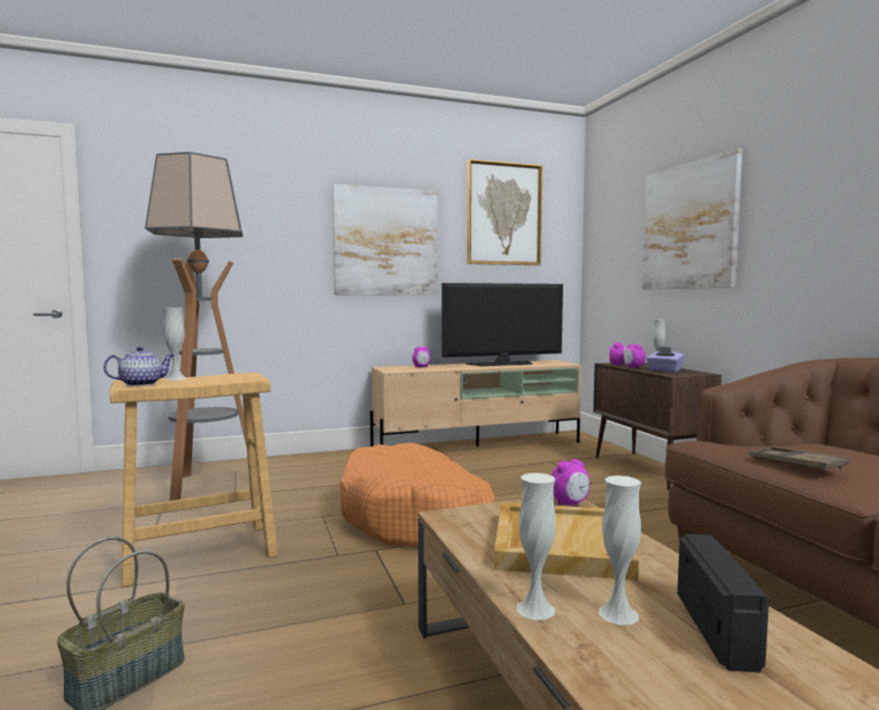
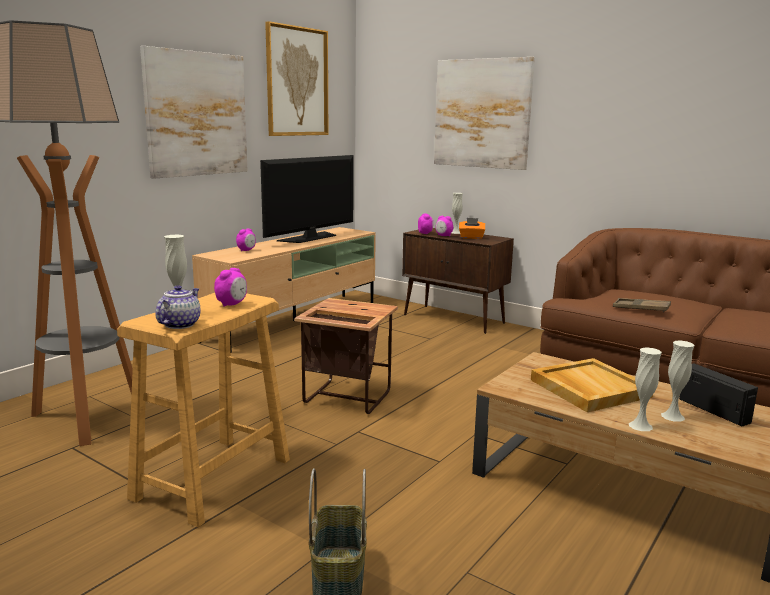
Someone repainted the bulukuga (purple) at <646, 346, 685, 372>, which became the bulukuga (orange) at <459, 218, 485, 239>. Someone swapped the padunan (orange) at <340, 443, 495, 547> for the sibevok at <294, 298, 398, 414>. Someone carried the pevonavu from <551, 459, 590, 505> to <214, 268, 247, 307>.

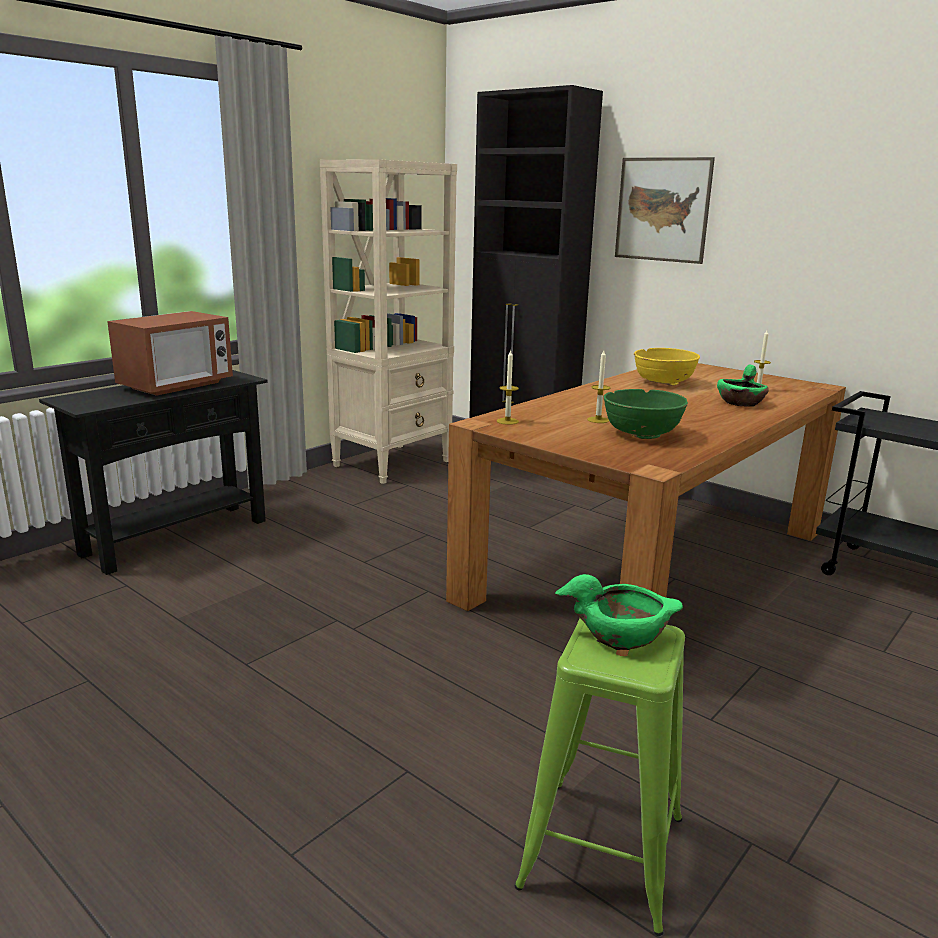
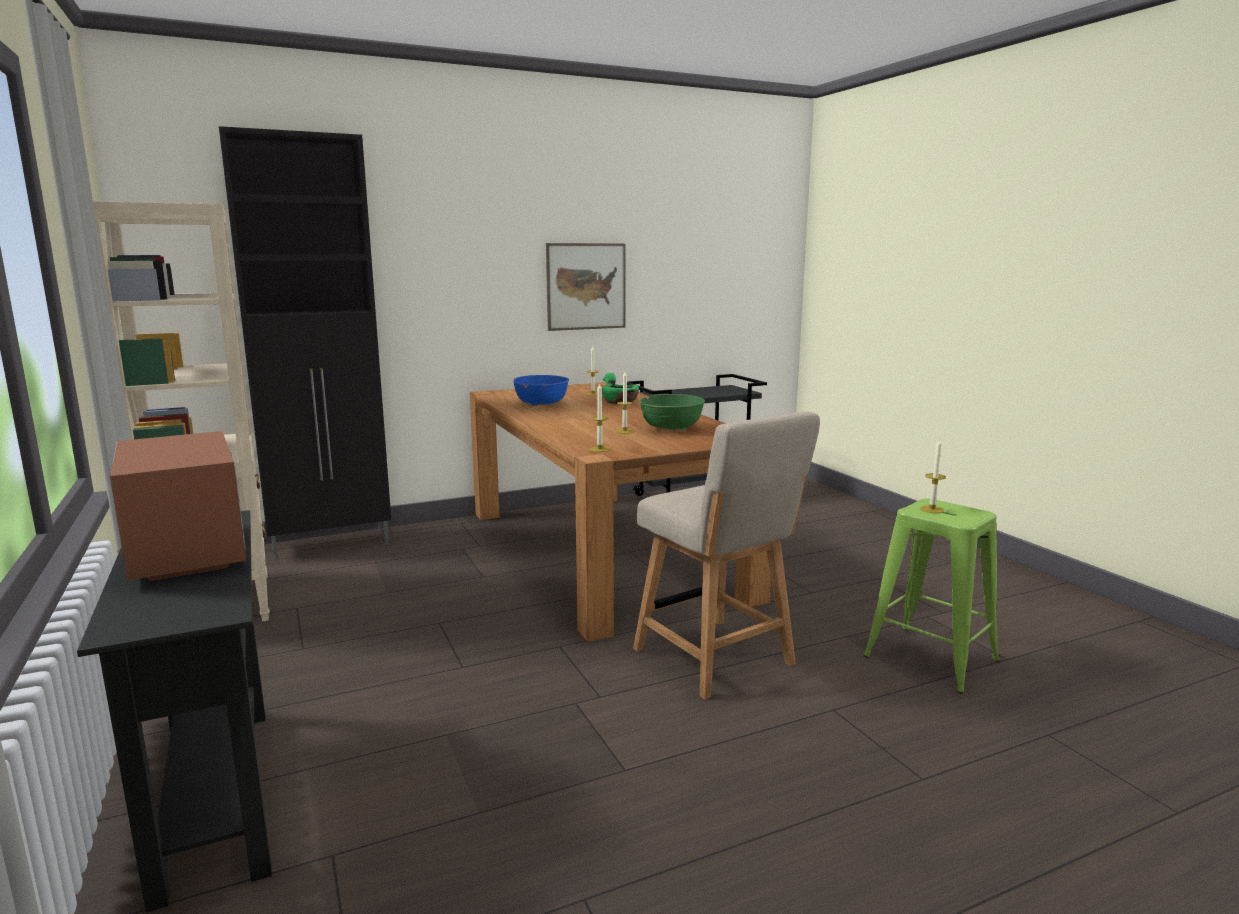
Someone carried the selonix from <615, 157, 715, 264> to <546, 243, 626, 331>. Someone repainted the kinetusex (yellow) at <634, 348, 700, 386>, which became the kinetusex (blue) at <513, 375, 569, 406>. Someone swapped the kinetusex (green) at <555, 574, 683, 650> for the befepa at <920, 438, 946, 513>. Someone put down the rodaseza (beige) at <633, 411, 820, 700>.

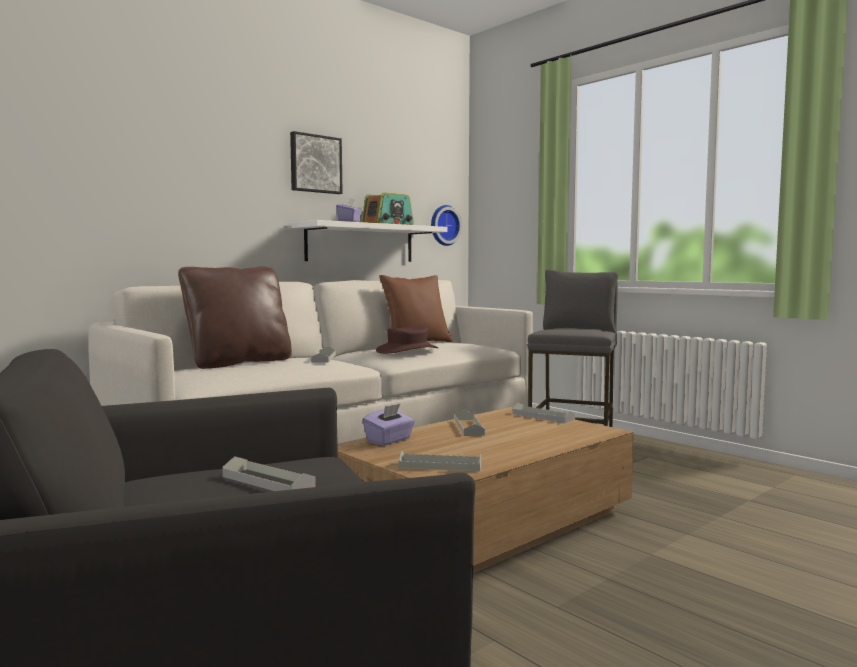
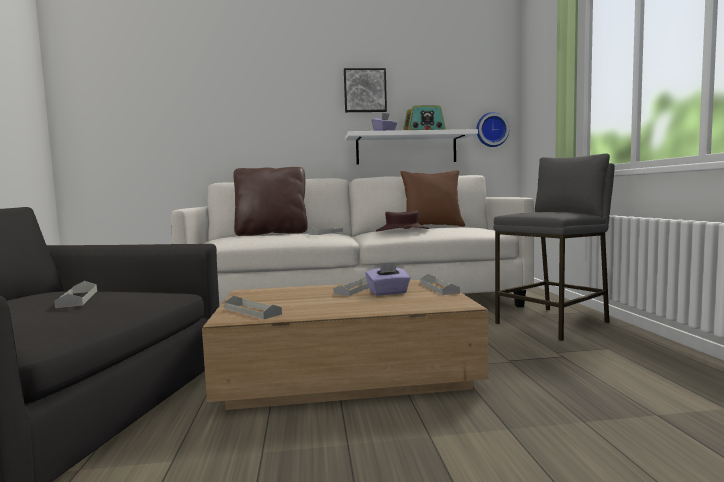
Someone carried the bulukuga (purple) from <363, 404, 415, 446> to <366, 262, 411, 296>.

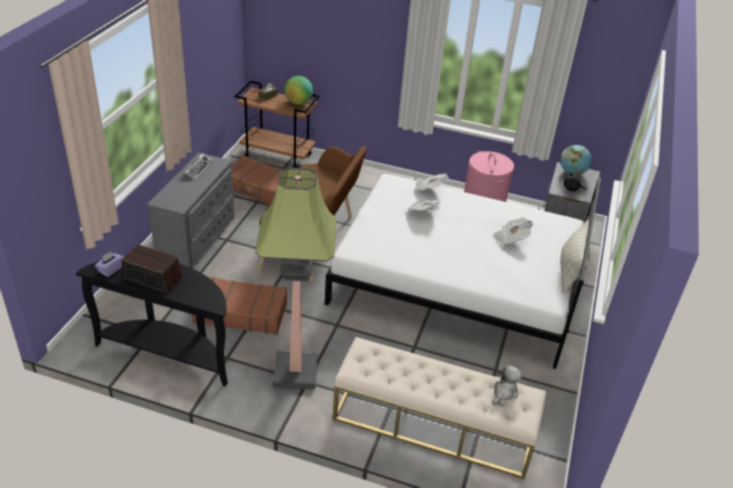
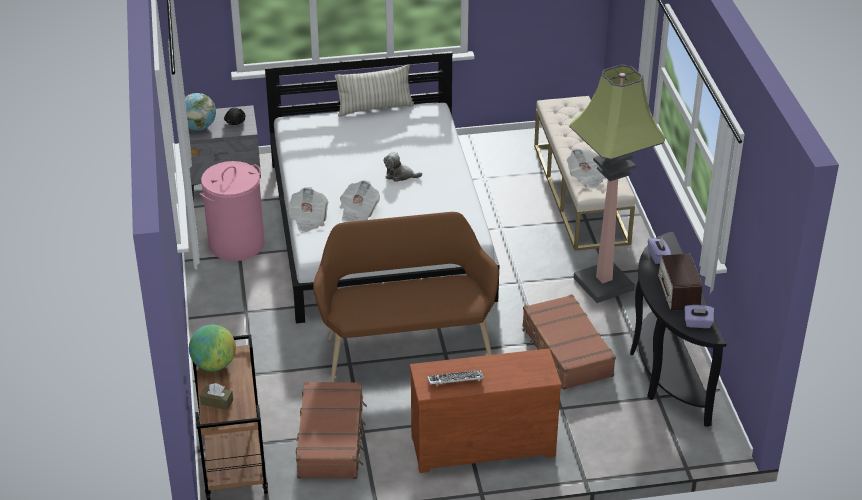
Someone repainted the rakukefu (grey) at <147, 153, 234, 268>, which became the rakukefu (brown) at <410, 349, 562, 473>. Someone carried the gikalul from <493, 218, 534, 246> to <567, 148, 606, 190>. Someone carried the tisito from <492, 365, 522, 405> to <384, 151, 422, 182>. Someone put down the bulukuga (purple) at <648, 238, 671, 264>.

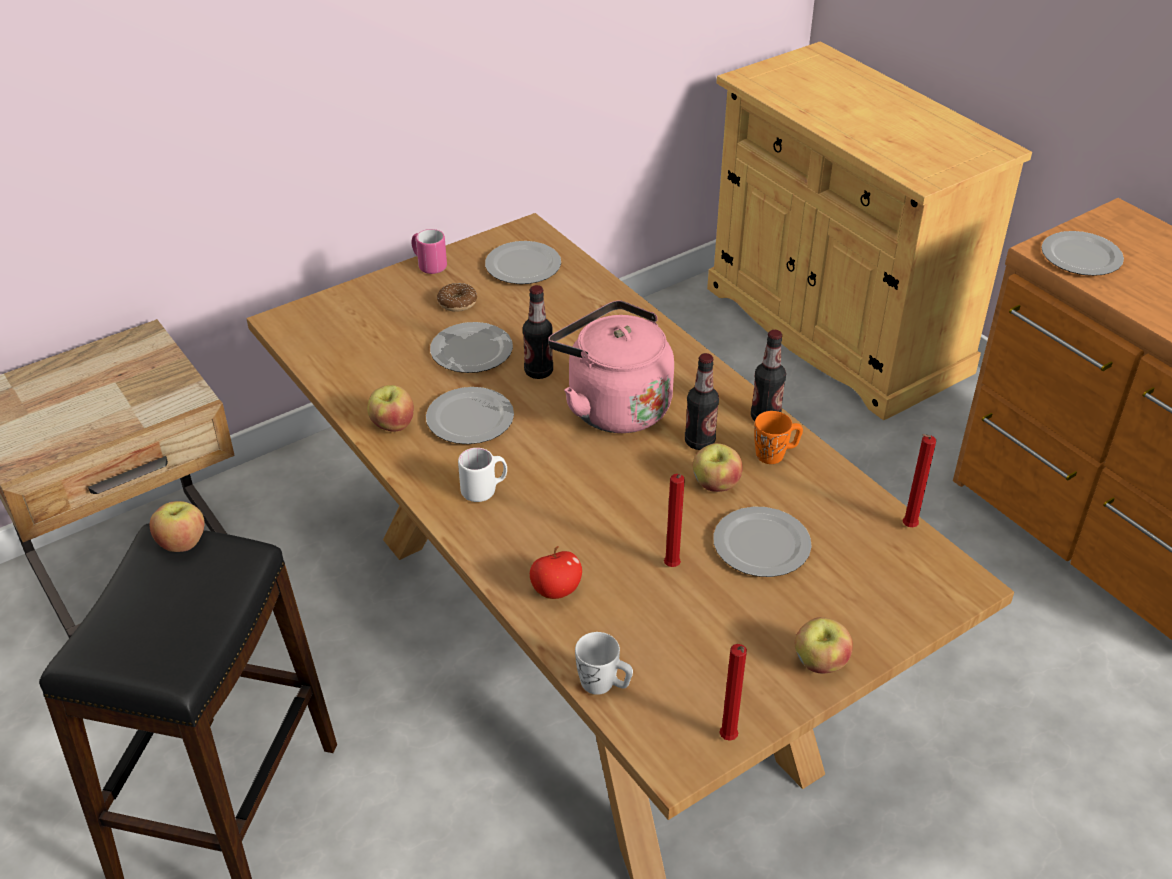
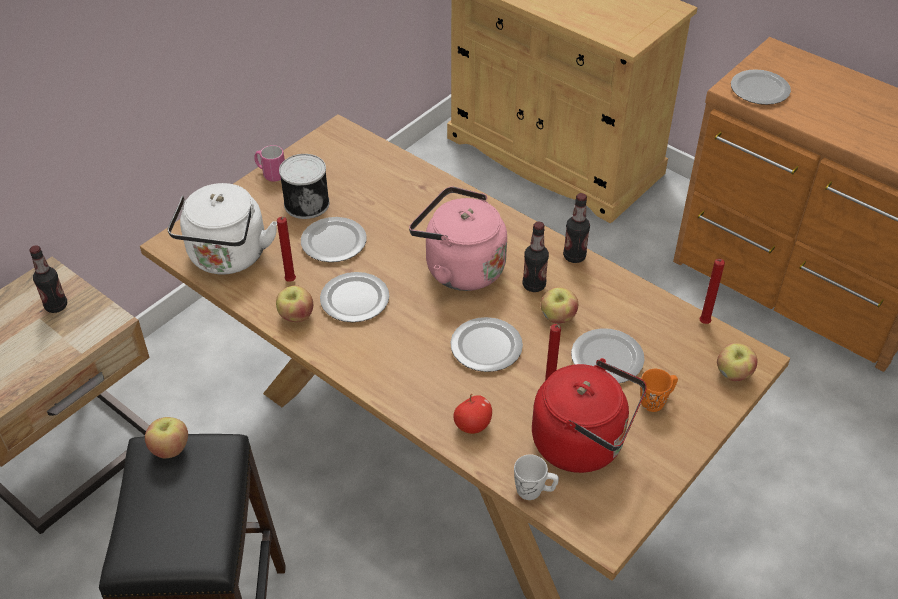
Someone carried the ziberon from <485, 241, 561, 284> to <450, 317, 523, 372>. Someone swapped the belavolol at <437, 283, 477, 312> for the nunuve at <279, 154, 330, 219>. Someone carried the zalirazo from <523, 285, 553, 379> to <29, 245, 67, 313>. Someone carried the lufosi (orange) from <754, 411, 803, 464> to <640, 369, 678, 412>. Someone took away the lufosi (white) at <458, 448, 507, 502>. Someone carried the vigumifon from <795, 617, 853, 674> to <717, 343, 757, 381>. Someone carried the befepa (red) from <719, 644, 747, 741> to <277, 217, 296, 282>. Someone put down the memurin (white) at <167, 183, 277, 274>. Someone put down the memurin (red) at <532, 358, 647, 473>.

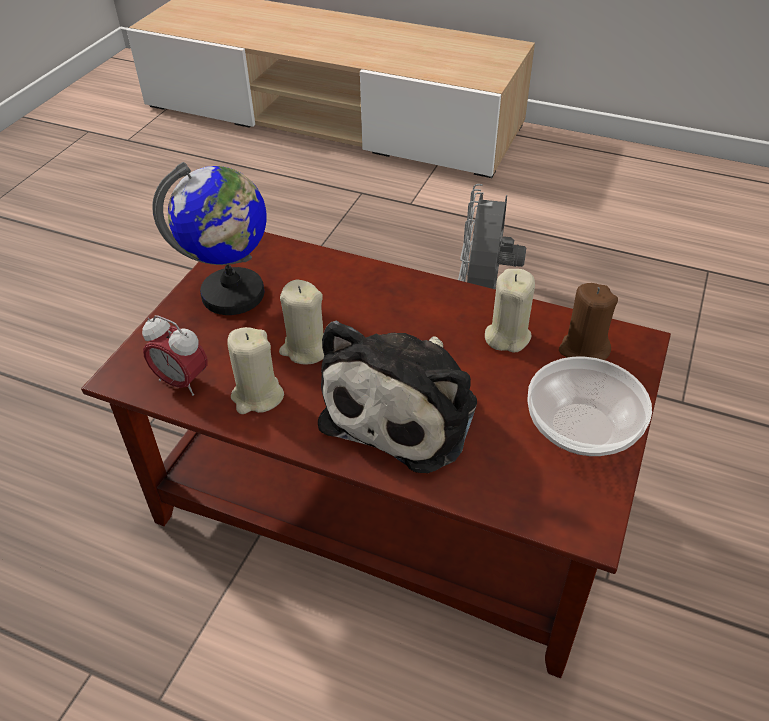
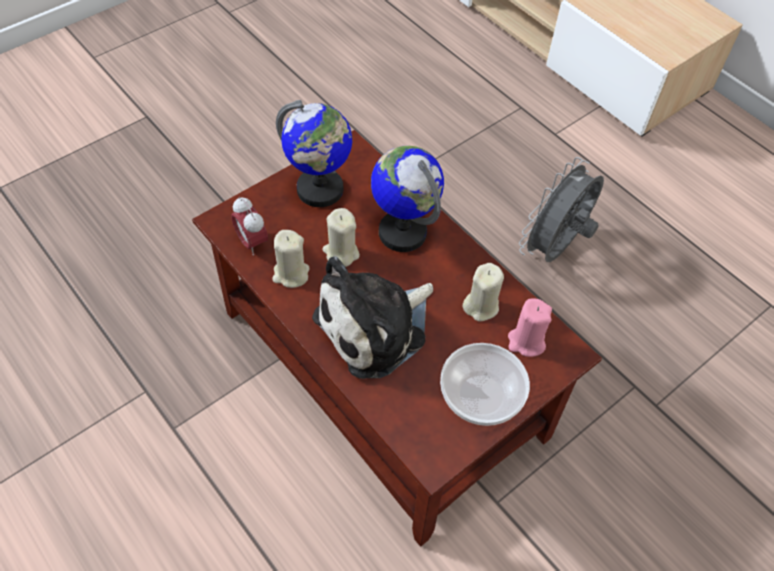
Someone repainted the befepa (brown) at <559, 283, 618, 360>, which became the befepa (pink) at <508, 299, 552, 357>. Someone put down the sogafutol at <371, 146, 444, 252>.

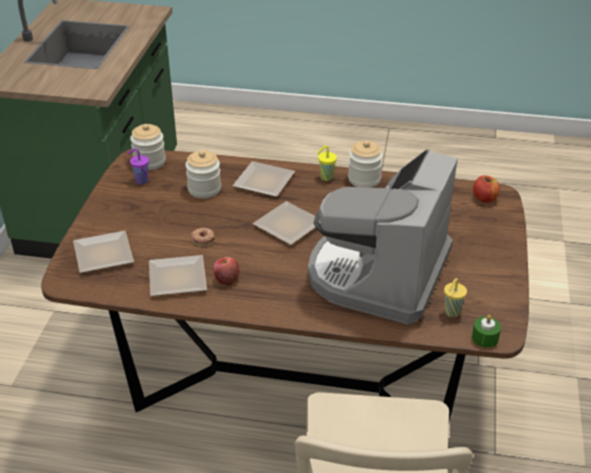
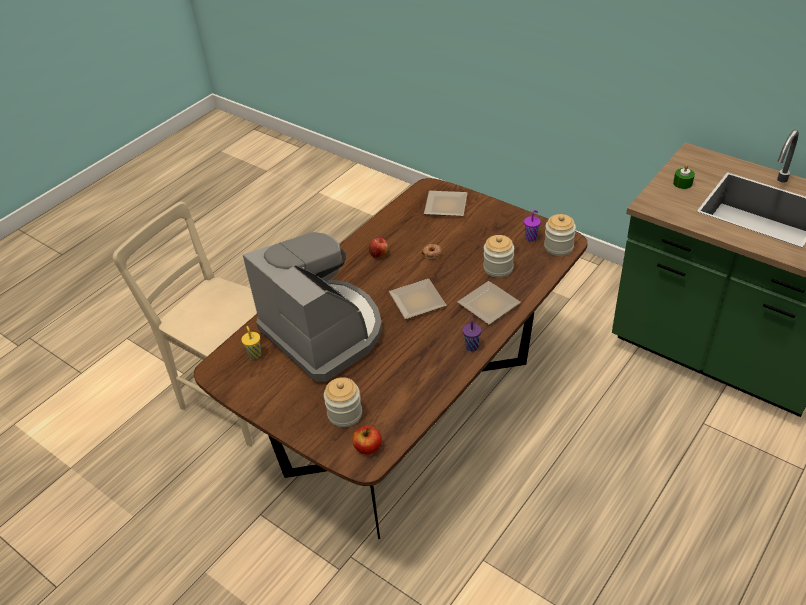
Someone carried the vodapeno from <348, 141, 383, 188> to <324, 377, 362, 427>. Someone repainted the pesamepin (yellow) at <317, 146, 337, 181>, which became the pesamepin (purple) at <462, 317, 481, 351>. Someone took away the ziberon at <149, 255, 207, 296>. Someone carried the befepa (green) from <472, 315, 501, 348> to <673, 165, 695, 189>.

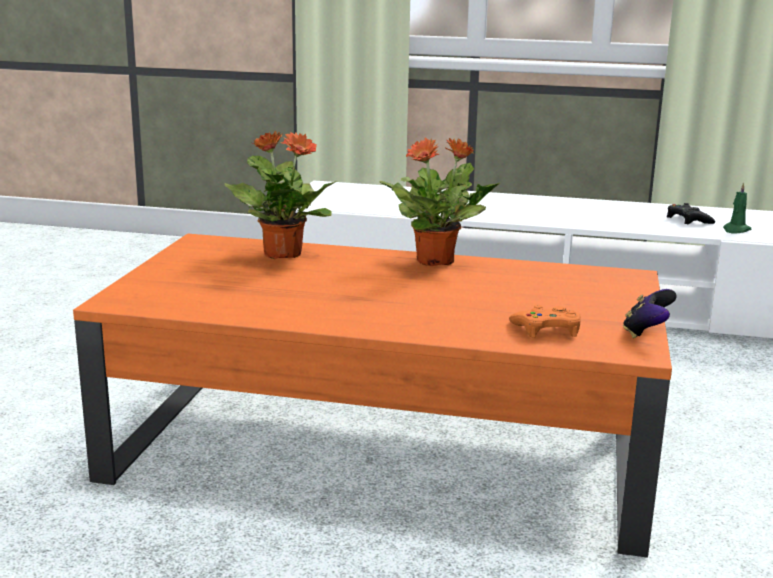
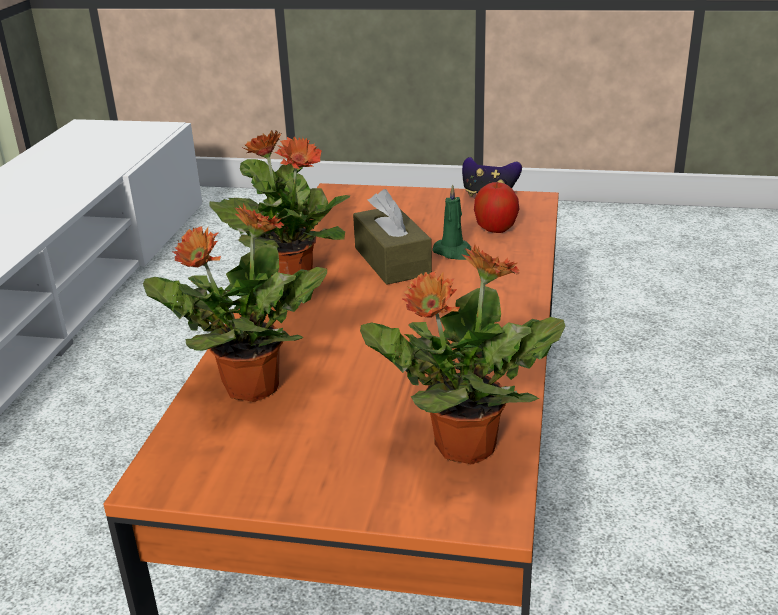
Someone carried the befepa (green) from <723, 182, 751, 234> to <432, 184, 471, 260>. Someone took away the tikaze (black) at <667, 203, 715, 224>. Someone swapped the tikaze (orange) at <509, 305, 581, 338> for the vigumifon at <474, 182, 520, 233>. Someone put down the bulukuga (brown) at <353, 189, 432, 285>. Someone put down the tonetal at <360, 244, 565, 465>.

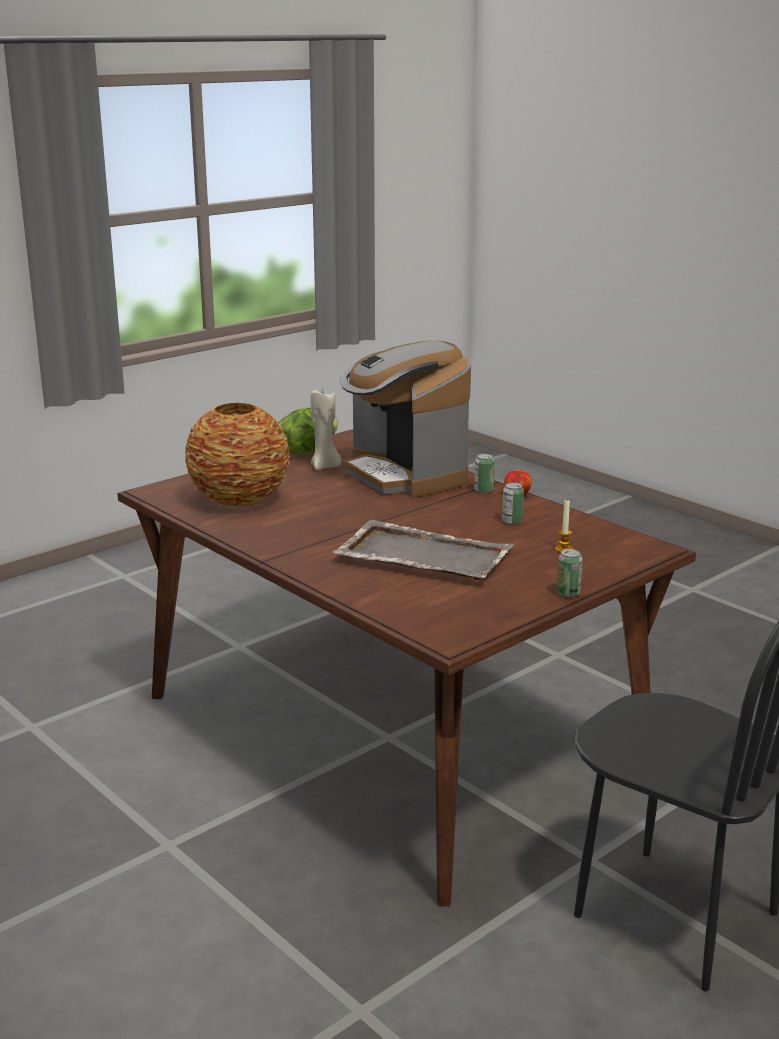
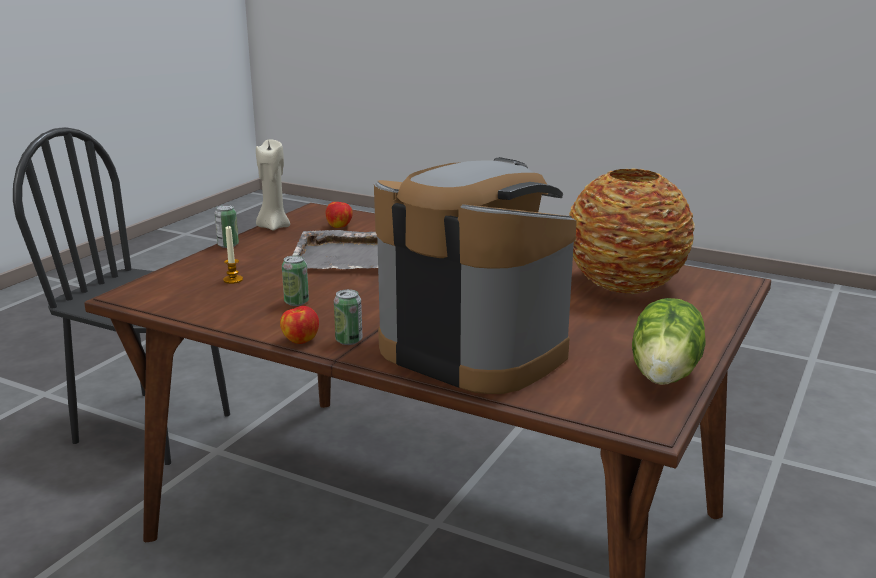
Someone carried the befepa (beige) from <311, 390, 342, 470> to <256, 139, 290, 231>. Someone put down the vigumifon at <326, 202, 353, 228>.

